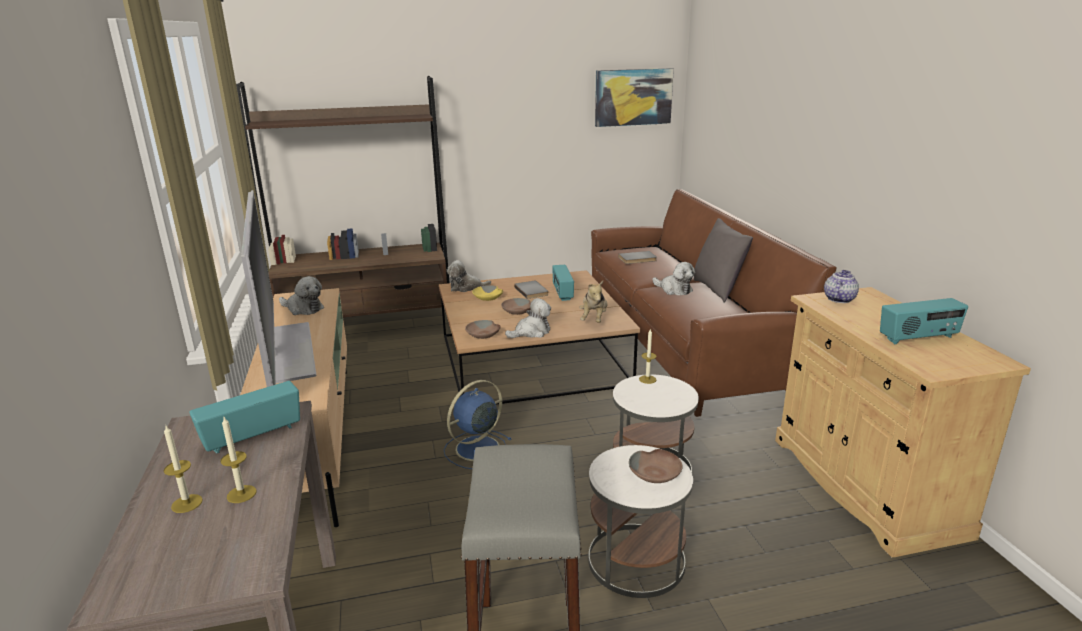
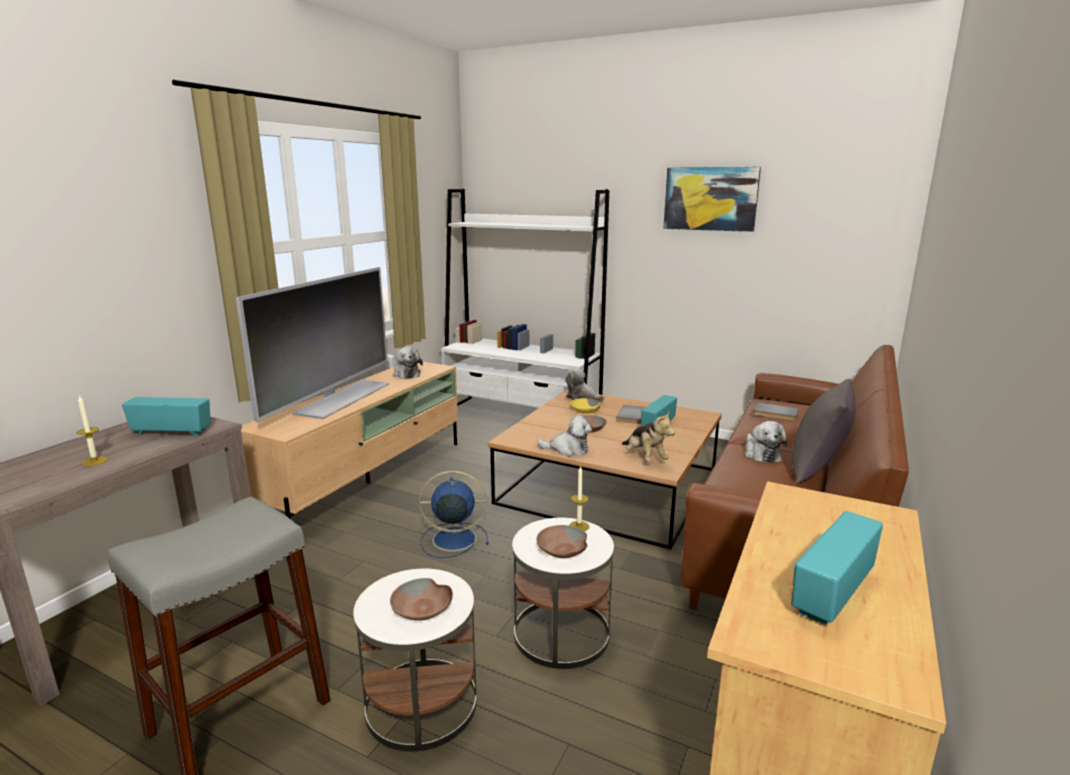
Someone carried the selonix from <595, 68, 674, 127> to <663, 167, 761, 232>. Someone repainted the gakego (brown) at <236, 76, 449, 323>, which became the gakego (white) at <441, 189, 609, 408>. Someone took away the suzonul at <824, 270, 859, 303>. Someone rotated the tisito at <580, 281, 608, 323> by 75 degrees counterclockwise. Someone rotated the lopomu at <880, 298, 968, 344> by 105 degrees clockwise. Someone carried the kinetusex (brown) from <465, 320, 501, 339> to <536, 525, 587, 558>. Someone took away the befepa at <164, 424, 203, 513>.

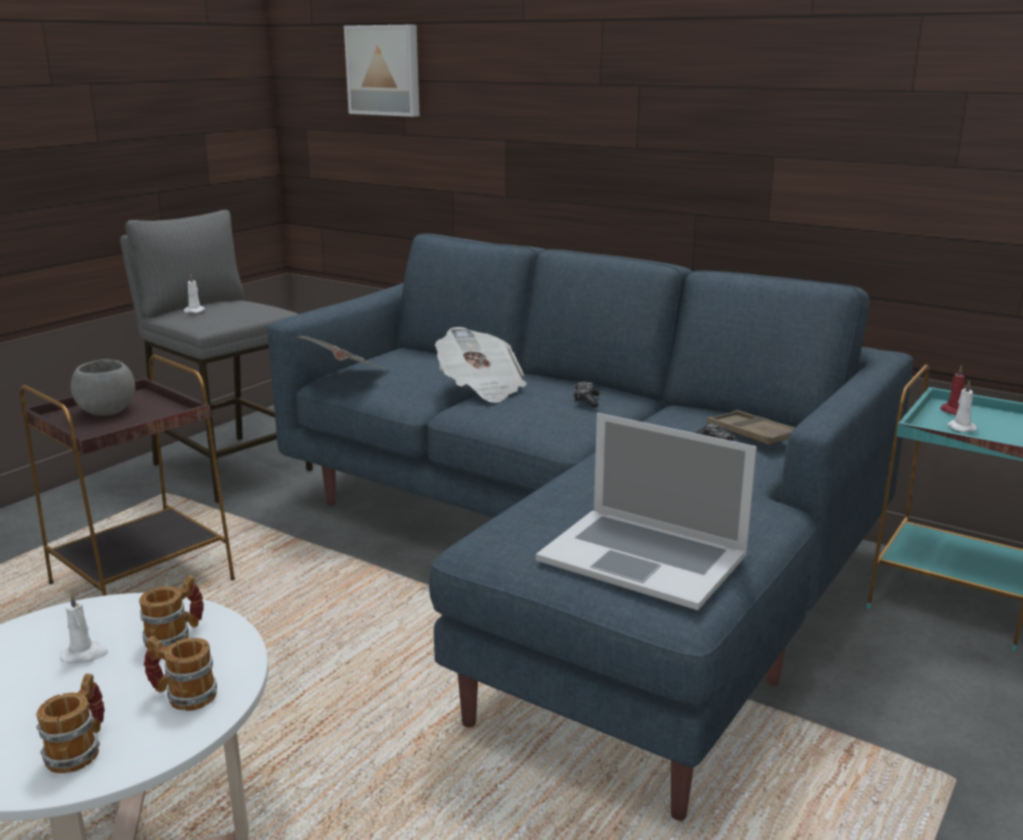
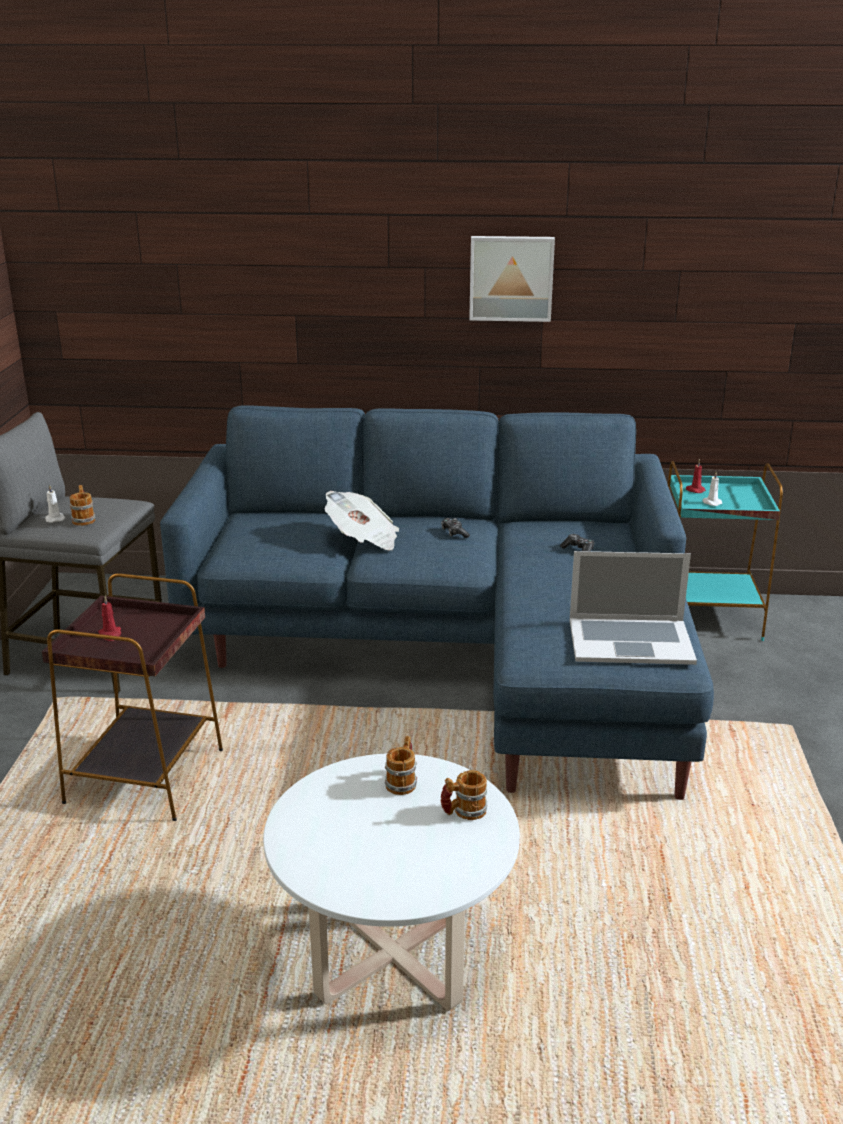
Someone carried the selonix from <344, 25, 420, 117> to <469, 236, 555, 322>. Someone took away the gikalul at <297, 336, 387, 369>. Someone swapped the kinetusex (grey) at <71, 359, 135, 416> for the befepa (red) at <98, 596, 121, 641>. Someone took away the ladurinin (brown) at <707, 410, 795, 446>. Someone took away the befepa (white) at <60, 592, 108, 664>. Someone carried the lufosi from <36, 673, 105, 773> to <70, 485, 95, 526>.

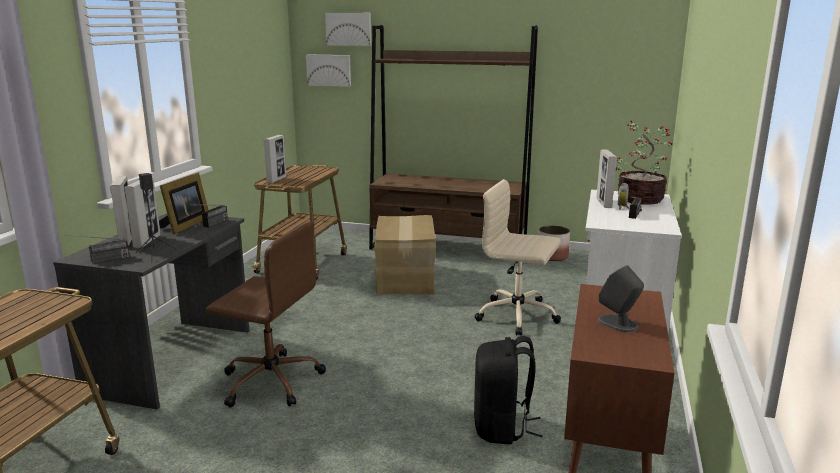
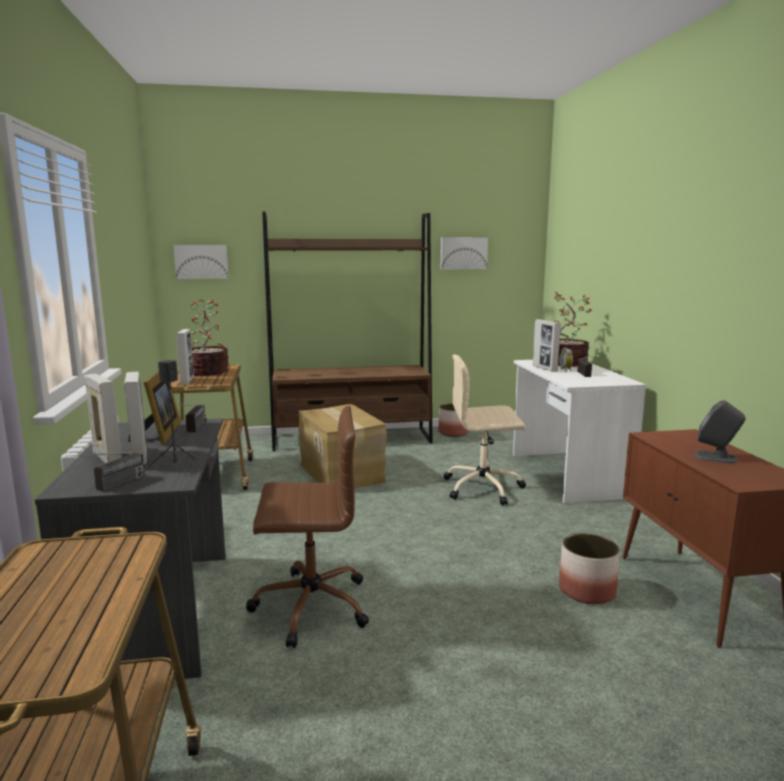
Someone carried the selonix from <325, 13, 371, 46> to <441, 237, 488, 270>. Someone swapped the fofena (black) at <474, 336, 543, 444> for the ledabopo at <559, 533, 620, 605>. Someone put down the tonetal at <191, 299, 229, 376>.

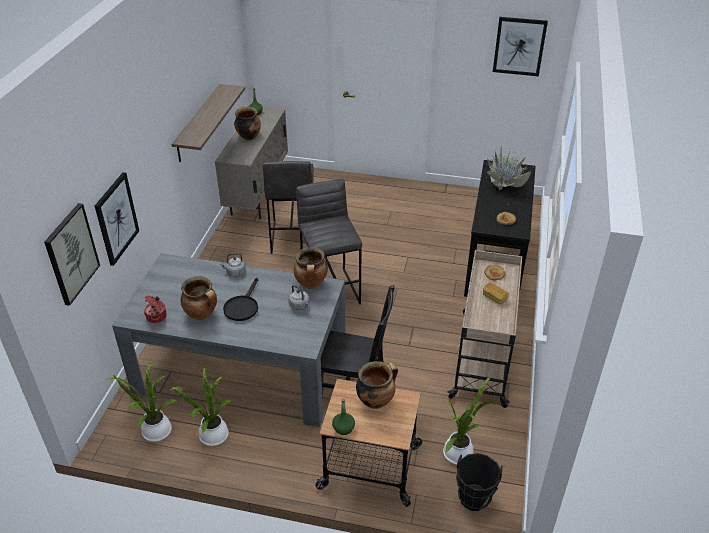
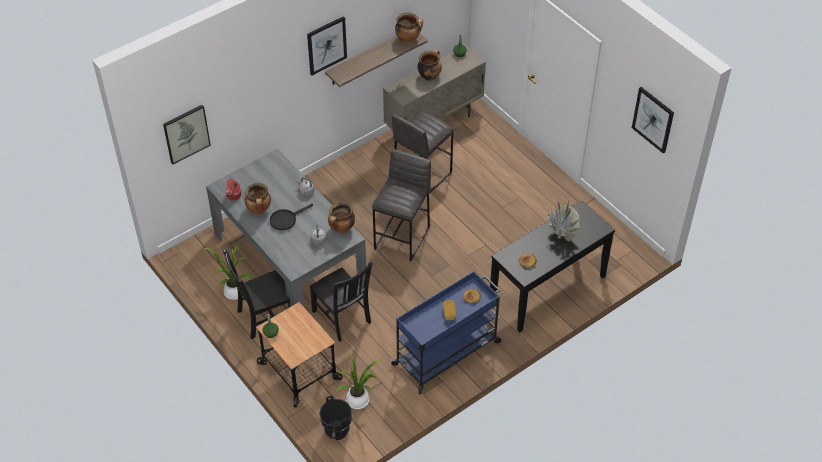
Someone carried the selonix from <95, 172, 139, 266> to <307, 16, 347, 75>. Someone repainted the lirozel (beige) at <448, 250, 522, 408>, which became the lirozel (blue) at <390, 271, 501, 395>. Someone carried the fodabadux from <356, 361, 398, 409> to <395, 12, 423, 44>. Someone took away the tonetal at <105, 363, 177, 442>. Someone put down the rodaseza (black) at <223, 250, 290, 339>.

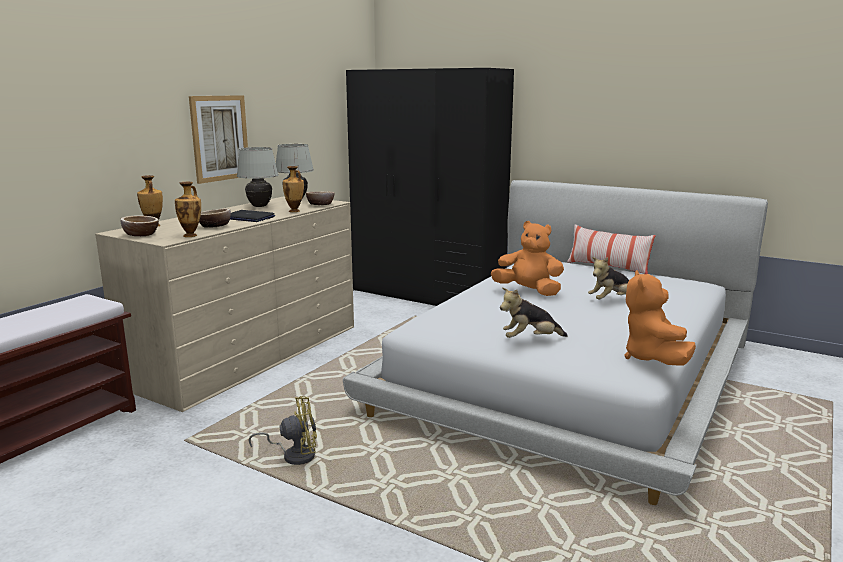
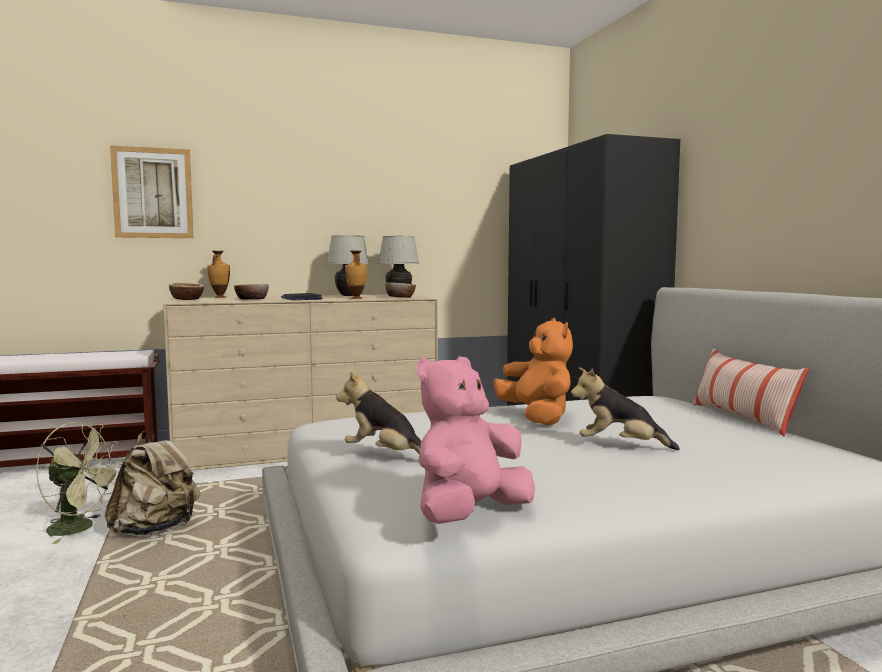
Someone carried the selonix from <189, 95, 248, 184> to <110, 145, 194, 238>. Someone took away the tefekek at <175, 182, 201, 237>. Someone repainted the tisito (orange) at <625, 270, 696, 366>, which became the tisito (pink) at <417, 356, 535, 524>. Someone swapped the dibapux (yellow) at <249, 396, 317, 465> for the fofena (beige) at <105, 431, 200, 535>. Someone put down the dibapux (green) at <36, 422, 122, 544>.

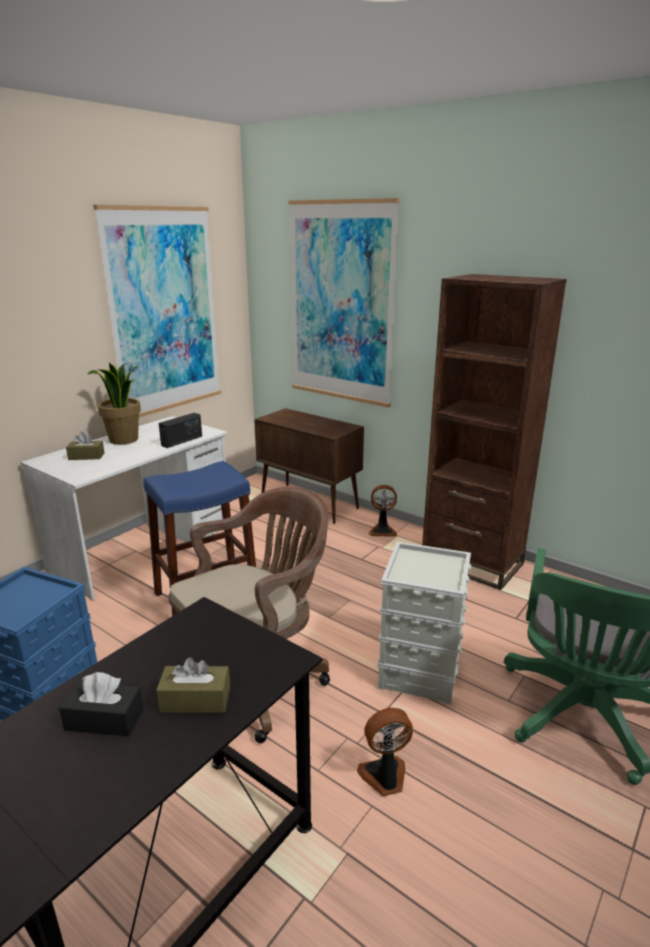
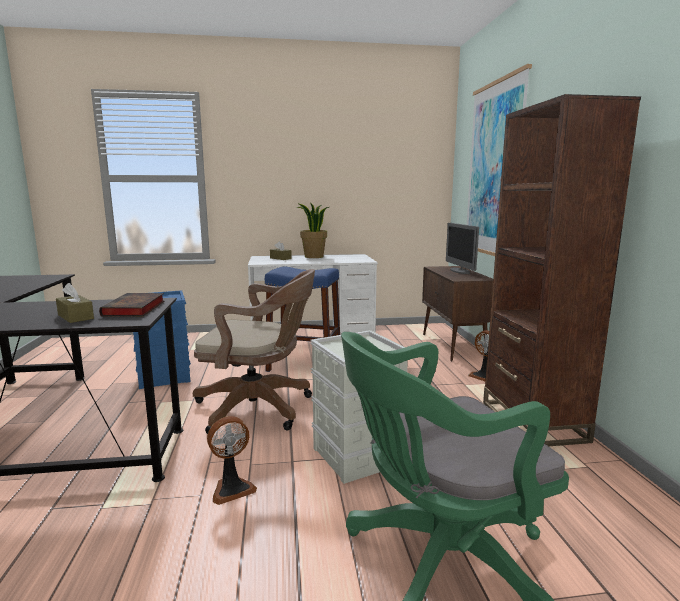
Someone took away the selonix at <93, 205, 221, 418>. Someone took away the lopomu at <159, 413, 202, 448>. Someone took away the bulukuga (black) at <59, 672, 143, 736>. Someone rotated the dibapux at <357, 708, 413, 796> by 120 degrees clockwise. Someone put down the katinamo at <446, 223, 479, 274>. Someone put down the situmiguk at <99, 293, 164, 317>.

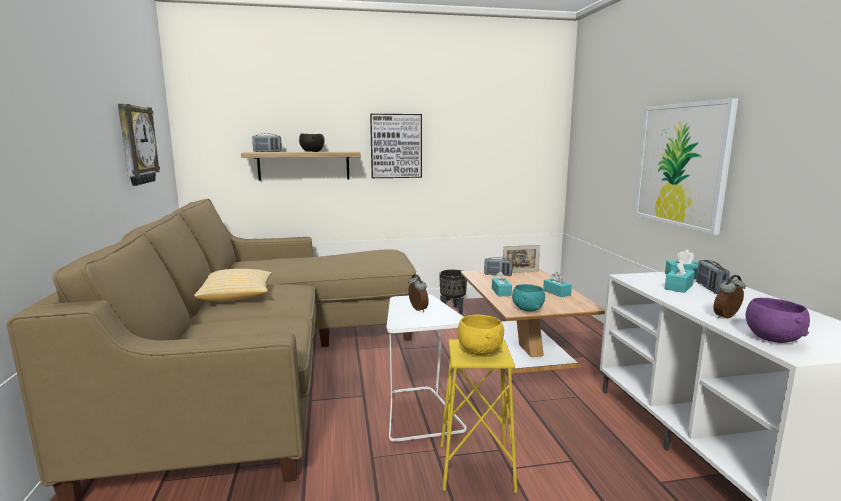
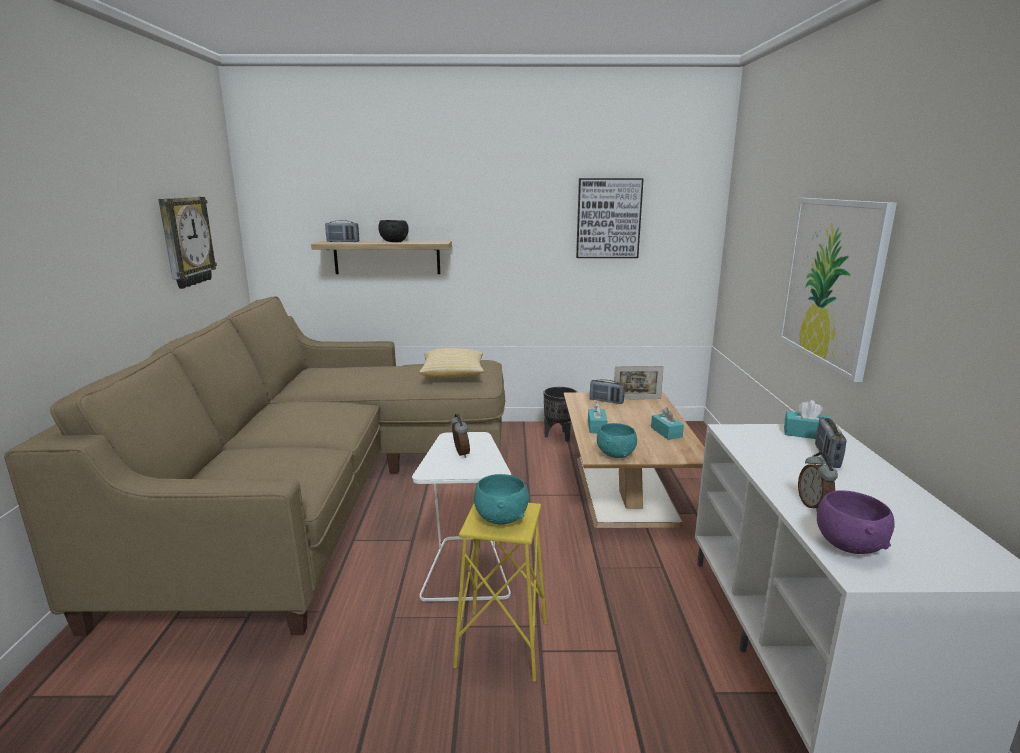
Someone carried the selonix from <370, 114, 422, 178> to <576, 178, 644, 258>. Someone took away the bulukuga (turquoise) at <665, 259, 695, 293>. Someone carried the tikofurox from <194, 269, 272, 301> to <420, 348, 484, 378>. Someone rotated the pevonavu at <713, 275, 746, 319> by 75 degrees counterclockwise. Someone repainted the kinetusex (yellow) at <458, 315, 504, 355>, which became the kinetusex (turquoise) at <474, 474, 529, 525>.

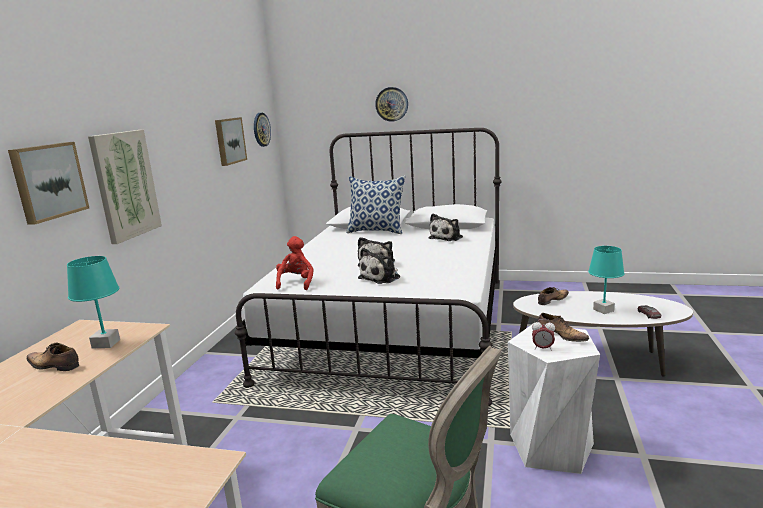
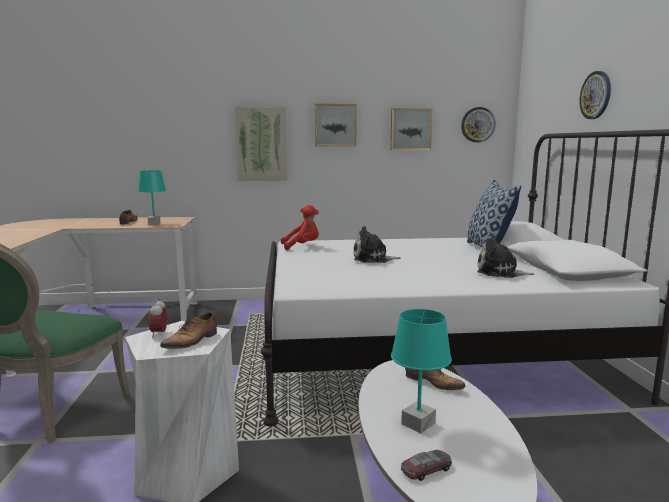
Someone carried the selonix from <8, 142, 89, 225> to <315, 104, 357, 147>. Someone took away the tisito at <358, 248, 400, 284>.

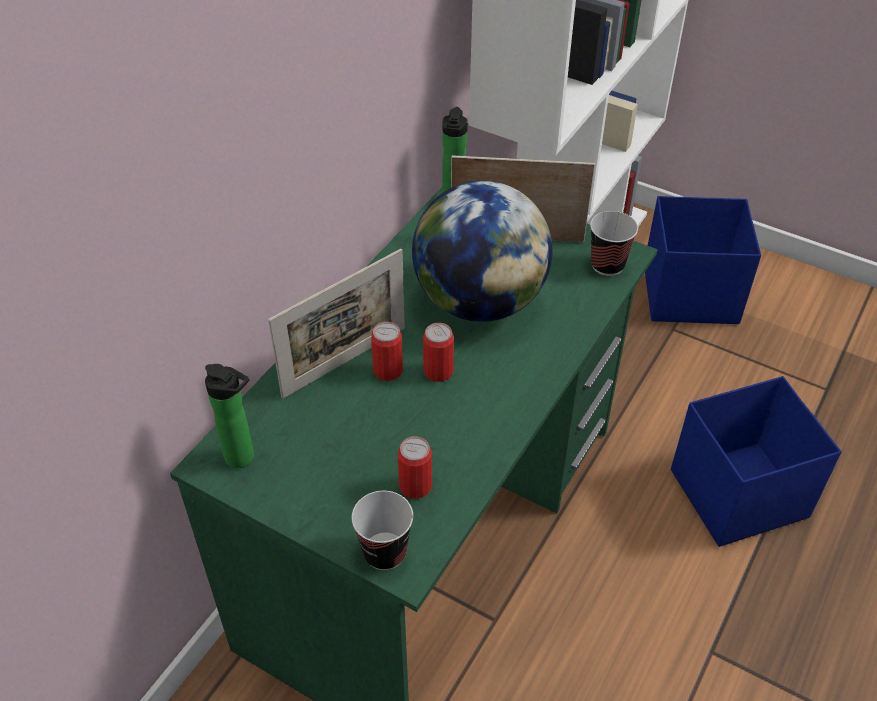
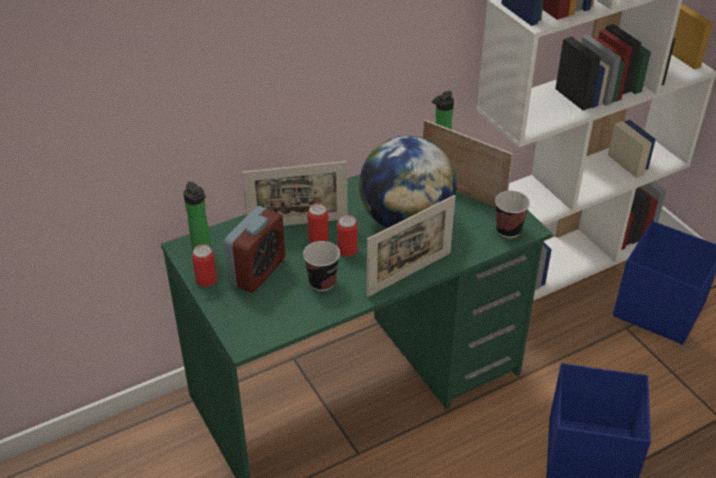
Someone carried the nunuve from <398, 436, 432, 499> to <192, 244, 217, 287>. Someone carried the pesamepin from <352, 491, 413, 570> to <303, 241, 340, 291>. Someone put down the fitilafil at <367, 195, 455, 297>. Someone put down the pevonavu at <224, 206, 285, 293>.

